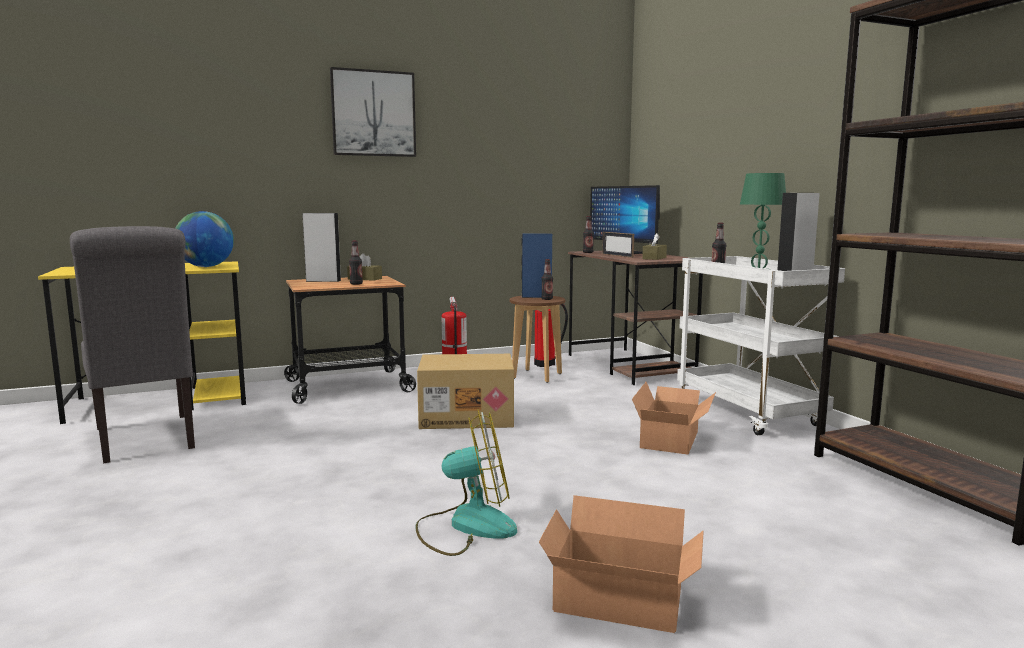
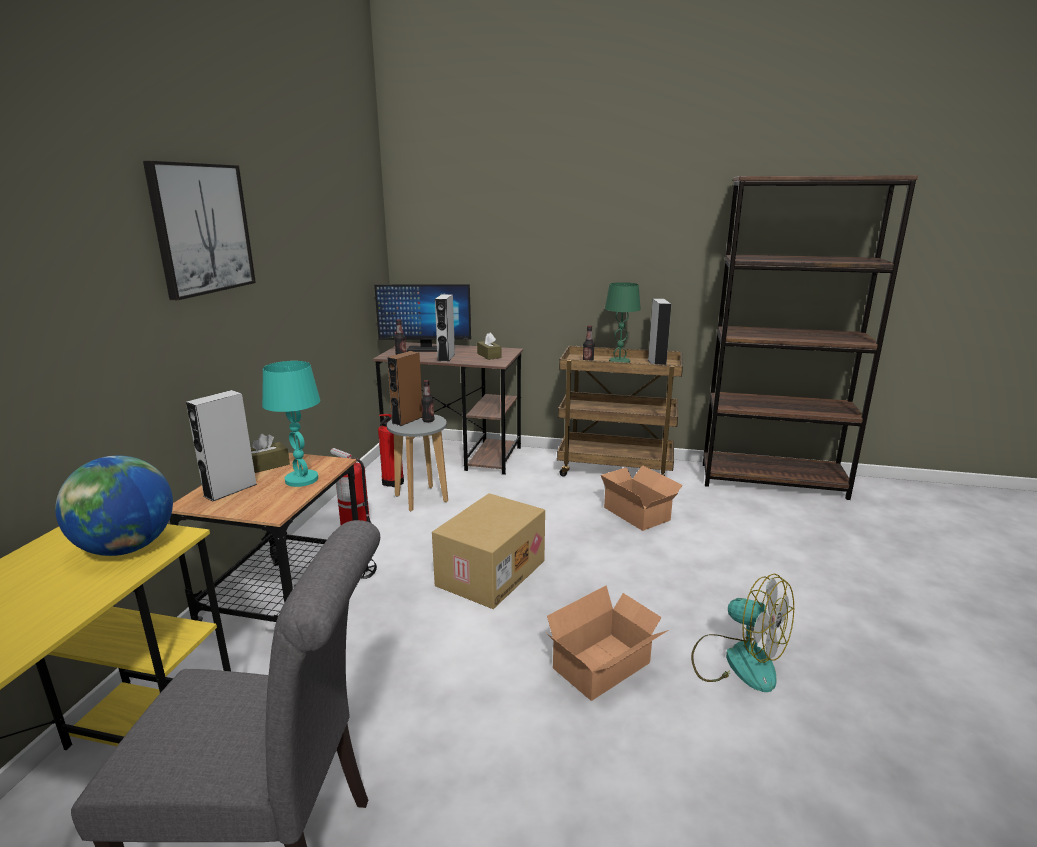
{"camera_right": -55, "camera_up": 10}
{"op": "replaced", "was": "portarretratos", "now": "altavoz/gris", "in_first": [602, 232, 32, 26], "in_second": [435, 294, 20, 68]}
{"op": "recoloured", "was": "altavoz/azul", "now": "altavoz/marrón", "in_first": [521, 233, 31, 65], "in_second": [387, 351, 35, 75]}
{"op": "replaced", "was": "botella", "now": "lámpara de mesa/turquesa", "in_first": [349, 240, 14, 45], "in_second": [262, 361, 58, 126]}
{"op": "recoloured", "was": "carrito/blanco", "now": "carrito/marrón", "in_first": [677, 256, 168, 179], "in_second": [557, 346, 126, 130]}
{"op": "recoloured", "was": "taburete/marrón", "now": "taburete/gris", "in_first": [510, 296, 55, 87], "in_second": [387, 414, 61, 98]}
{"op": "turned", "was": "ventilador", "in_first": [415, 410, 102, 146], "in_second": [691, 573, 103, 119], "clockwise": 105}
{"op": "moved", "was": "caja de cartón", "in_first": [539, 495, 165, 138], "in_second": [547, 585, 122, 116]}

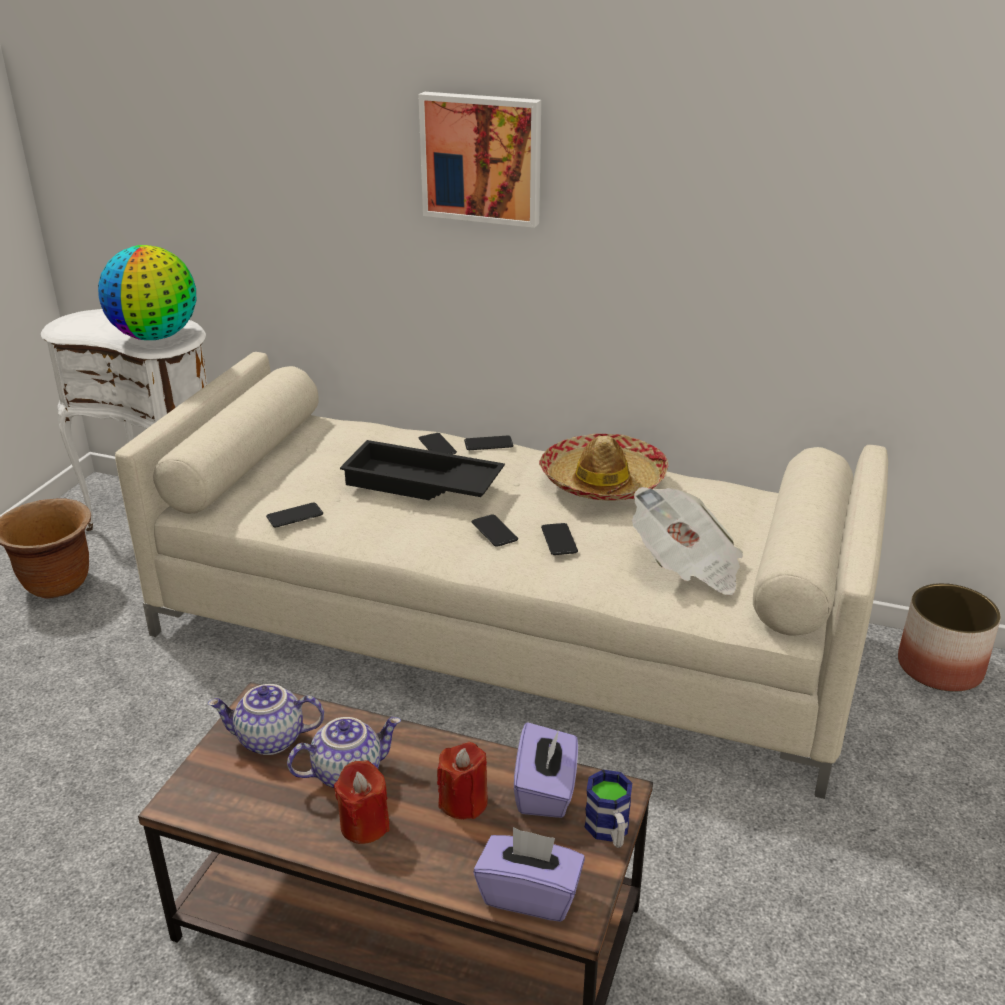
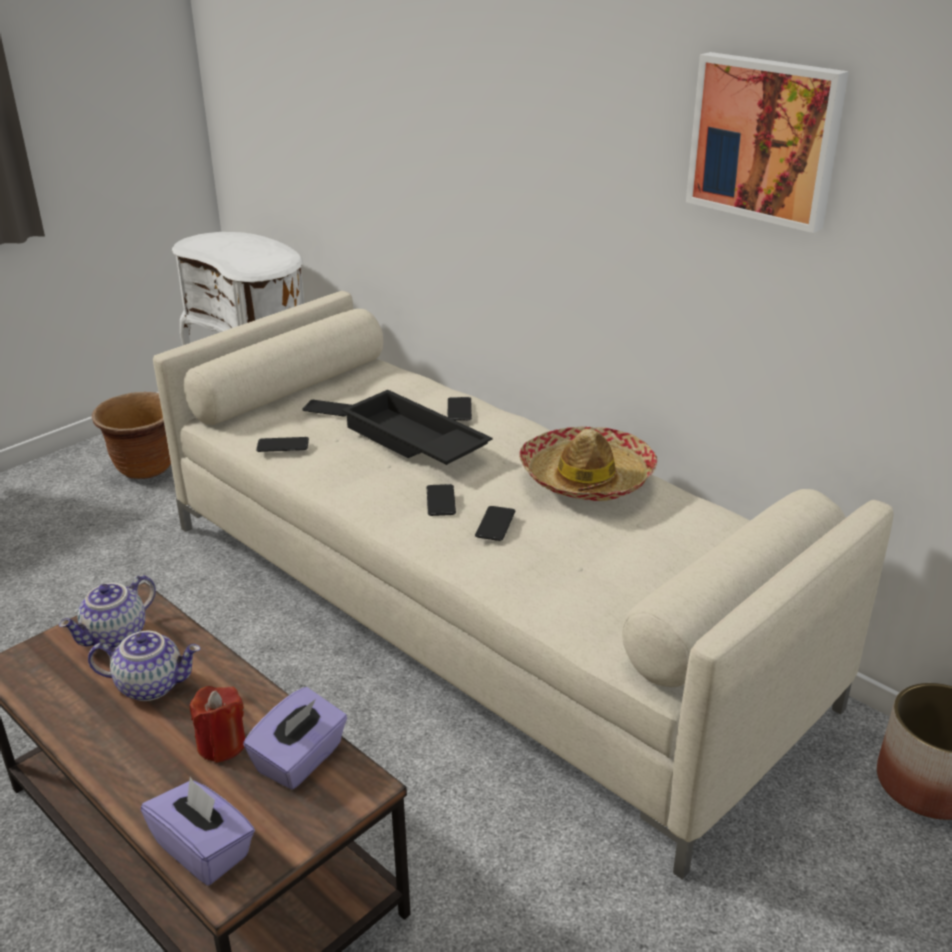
{"camera_right": 25, "camera_up": 0}
{"op": "moved", "was": "cuadro", "in_first": [418, 92, 123, 136], "in_second": [686, 52, 163, 181]}
{"op": "removed", "was": "globo terráqueo", "in_first": [98, 245, 98, 95]}
{"op": "moved", "was": "móvil", "in_first": [464, 435, 50, 15], "in_second": [302, 400, 49, 16]}
{"op": "removed", "was": "periódico", "in_first": [632, 487, 111, 108]}
{"op": "turned", "was": "tetera", "in_first": [208, 684, 116, 71], "in_second": [59, 575, 97, 73], "clockwise": -75}
{"op": "removed", "was": "vela/rojo", "in_first": [334, 760, 56, 84]}
{"op": "removed", "was": "taza grande", "in_first": [584, 770, 48, 78]}

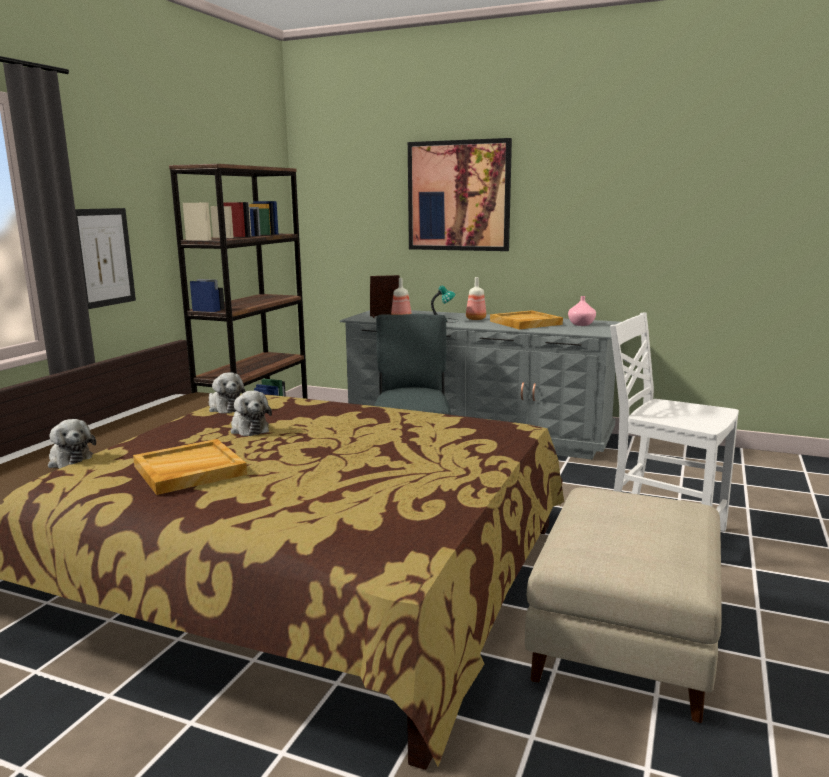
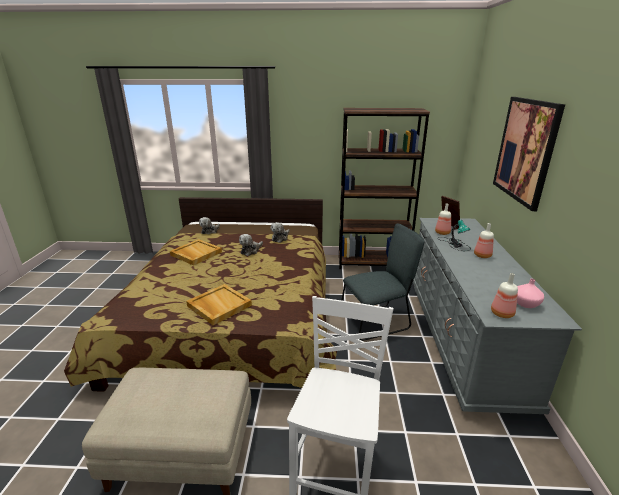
{"camera_right": 70, "camera_up": 10}
{"op": "removed", "was": "cuadro", "in_first": [75, 208, 61, 101]}
{"op": "moved", "was": "bandeja/beis", "in_first": [490, 310, 73, 19], "in_second": [186, 284, 66, 41]}
{"op": "added", "now": "botella", "in_second": [491, 273, 27, 45]}

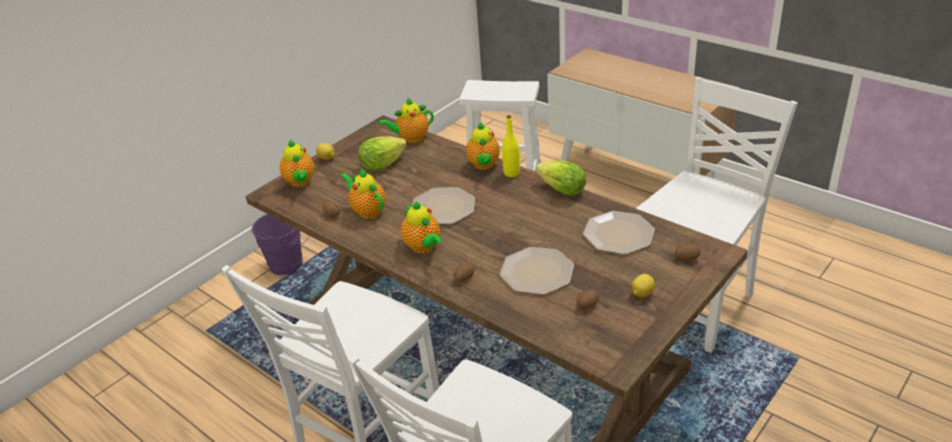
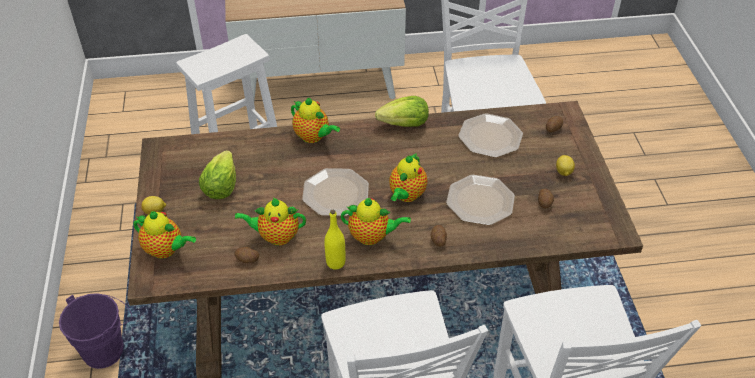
{"camera_right": -50, "camera_up": 10}
{"op": "moved", "was": "tetera", "in_first": [378, 97, 56, 46], "in_second": [389, 154, 38, 48]}
{"op": "moved", "was": "botella/amarillo", "in_first": [502, 115, 18, 62], "in_second": [324, 210, 22, 60]}

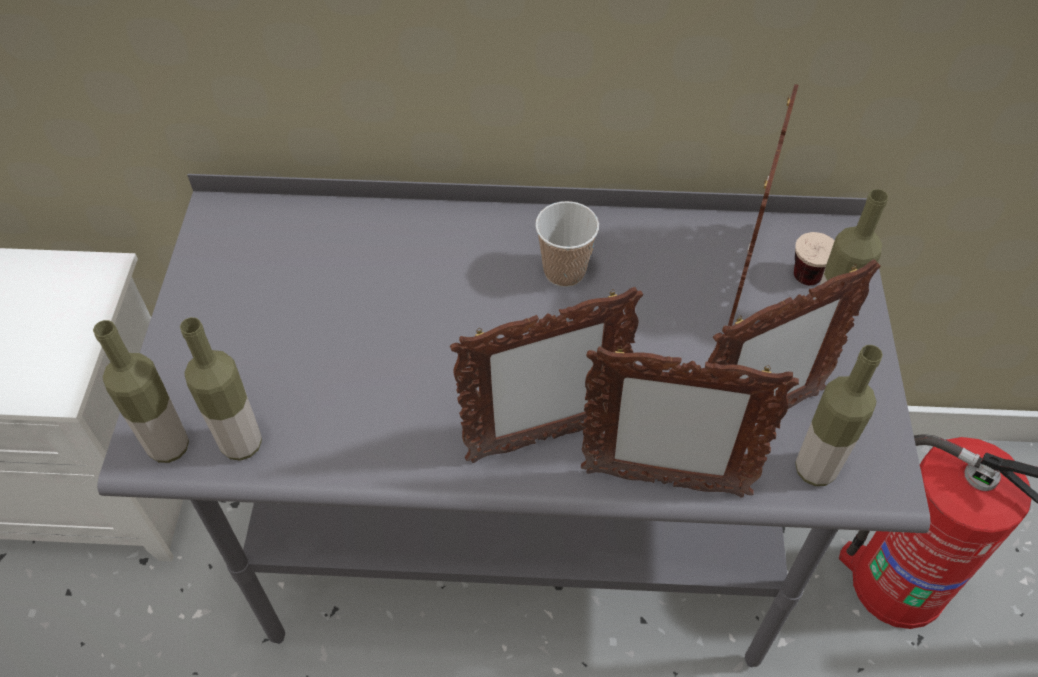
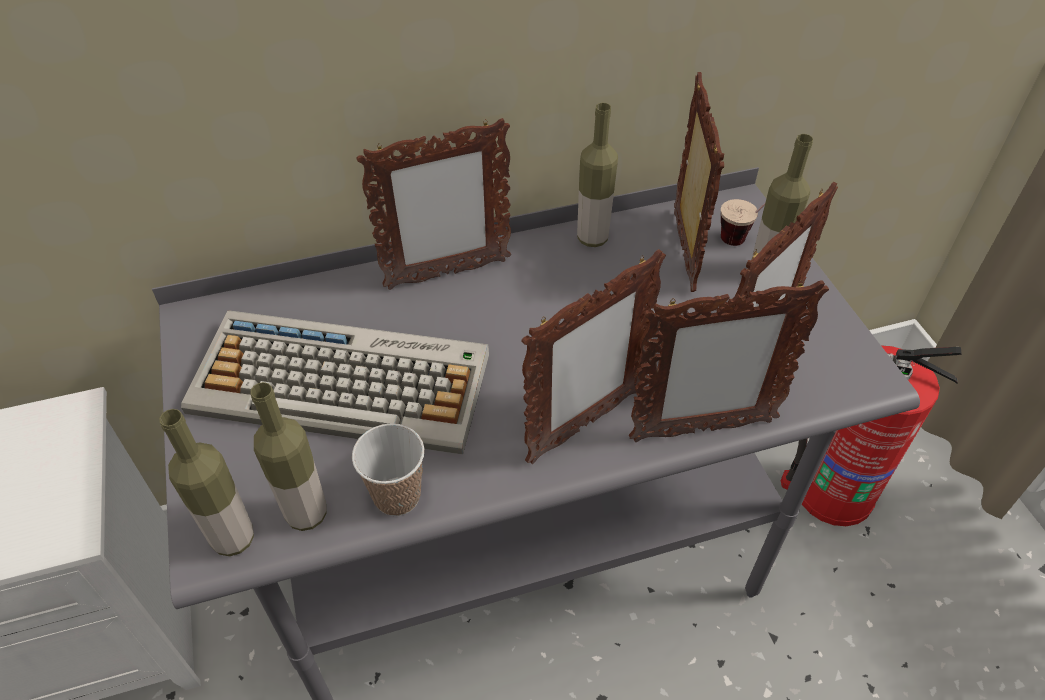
{"camera_right": -20, "camera_up": -5}
{"op": "moved", "was": "taza", "in_first": [535, 201, 64, 86], "in_second": [352, 423, 72, 93]}
{"op": "moved", "was": "botella", "in_first": [796, 345, 87, 141], "in_second": [577, 103, 41, 144]}
{"op": "added", "now": "portarretratos", "in_second": [356, 118, 155, 172]}
{"op": "added", "now": "teclado", "in_second": [181, 310, 308, 145]}

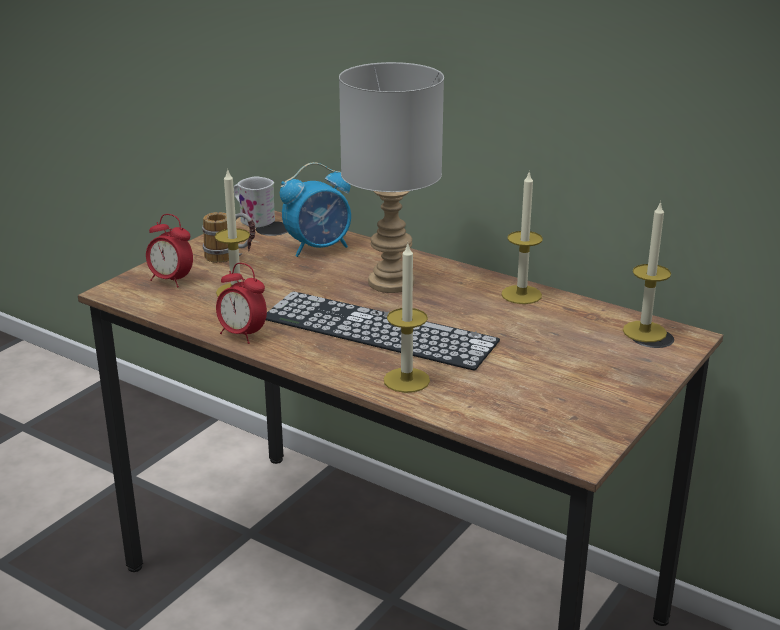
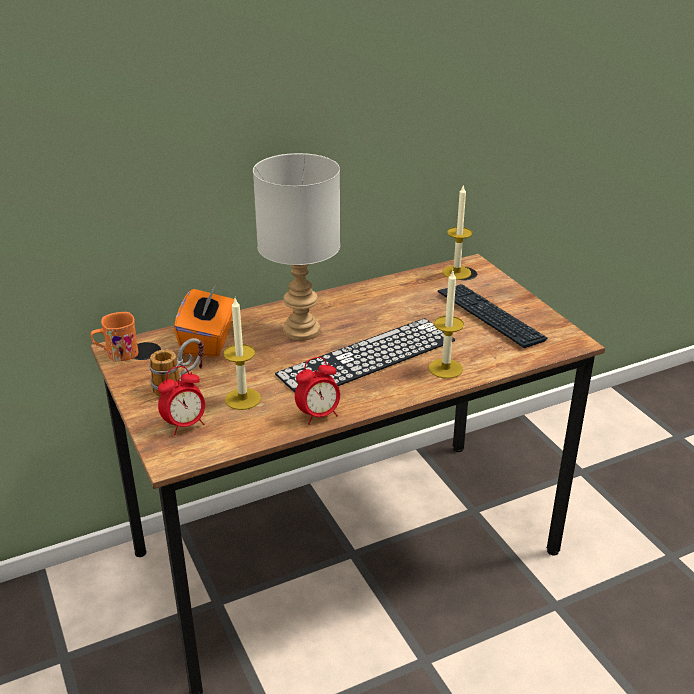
{"camera_right": -60, "camera_up": 5}
{"op": "replaced", "was": "despertador", "now": "caja de pañuelos/naranja", "in_first": [280, 162, 71, 95], "in_second": [174, 285, 60, 72]}
{"op": "removed", "was": "vela", "in_first": [501, 173, 42, 131]}
{"op": "recoloured", "was": "taza grande/blanco", "now": "taza grande/naranja", "in_first": [234, 176, 41, 52], "in_second": [91, 312, 47, 50]}
{"op": "added", "now": "teclado", "in_second": [438, 284, 109, 64]}

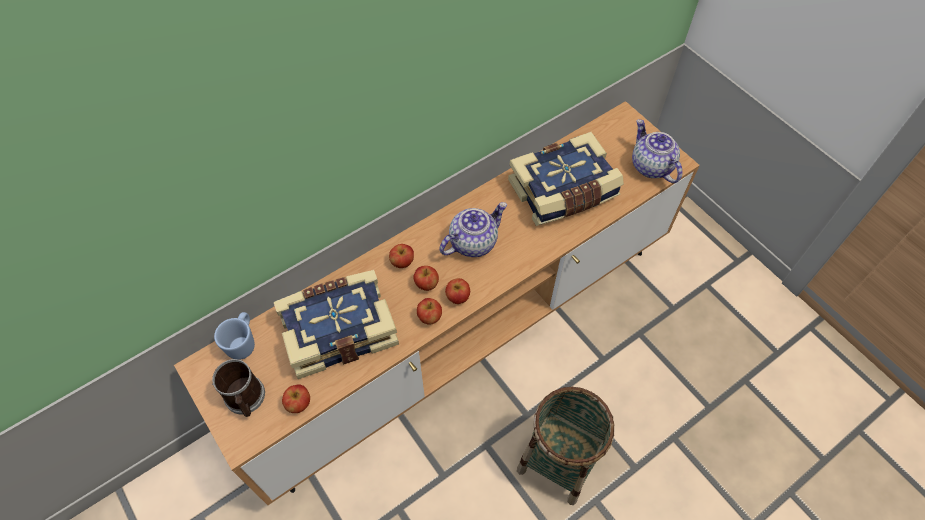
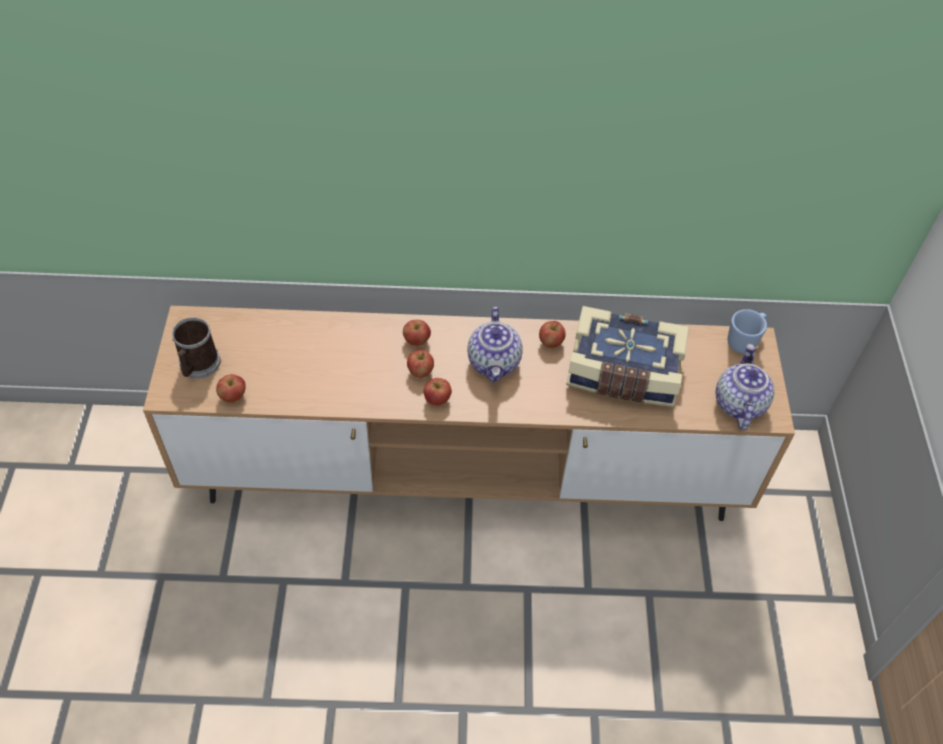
{"camera_right": 35, "camera_up": -5}
{"op": "turned", "was": "tetera", "in_first": [439, 202, 68, 55], "in_second": [467, 306, 56, 76], "clockwise": 90}
{"op": "removed", "was": "libro", "in_first": [274, 270, 125, 109]}
{"op": "moved", "was": "manzana", "in_first": [417, 298, 25, 27], "in_second": [539, 321, 27, 27]}
{"op": "moved", "was": "taza grande/azul", "in_first": [214, 312, 41, 48], "in_second": [728, 309, 39, 44]}
{"op": "removed", "was": "cesta", "in_first": [517, 387, 98, 118]}

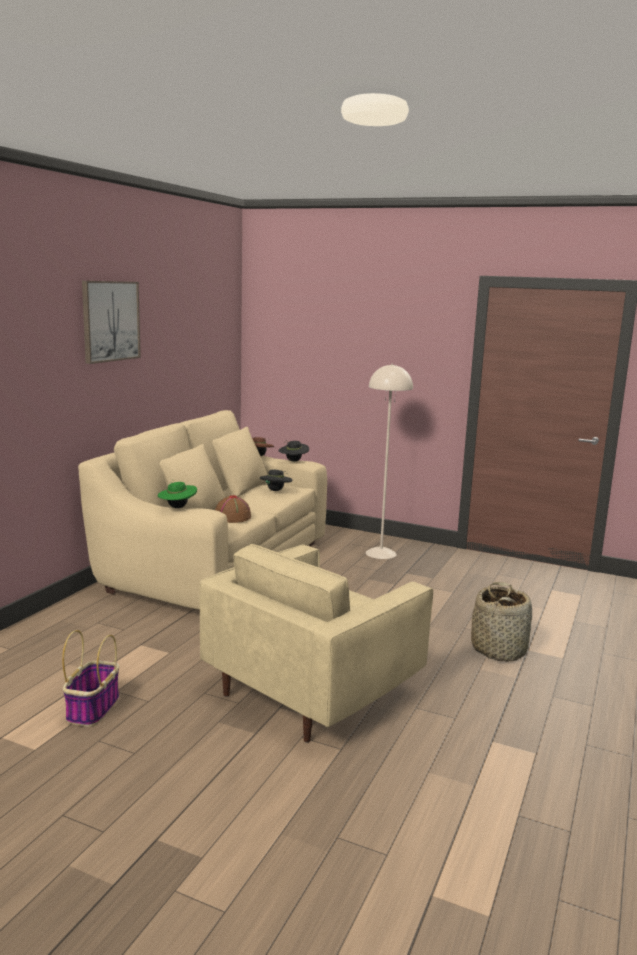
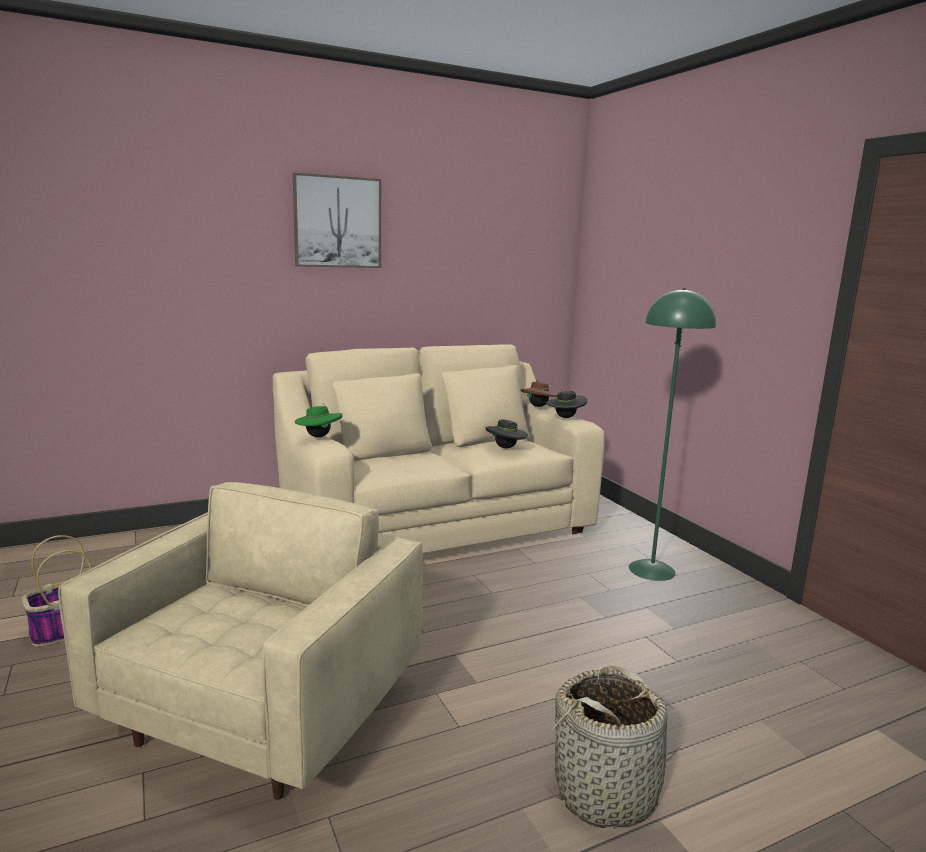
{"camera_right": 40, "camera_up": 0}
{"op": "recoloured", "was": "lámpara de pie/beis", "now": "lámpara de pie/verde", "in_first": [366, 364, 47, 195], "in_second": [629, 288, 87, 293]}
{"op": "removed", "was": "sombrero/marrón", "in_first": [215, 495, 36, 28]}
{"op": "turned", "was": "sillón/beis", "in_first": [199, 544, 234, 199], "in_second": [58, 482, 365, 318], "clockwise": 120}

